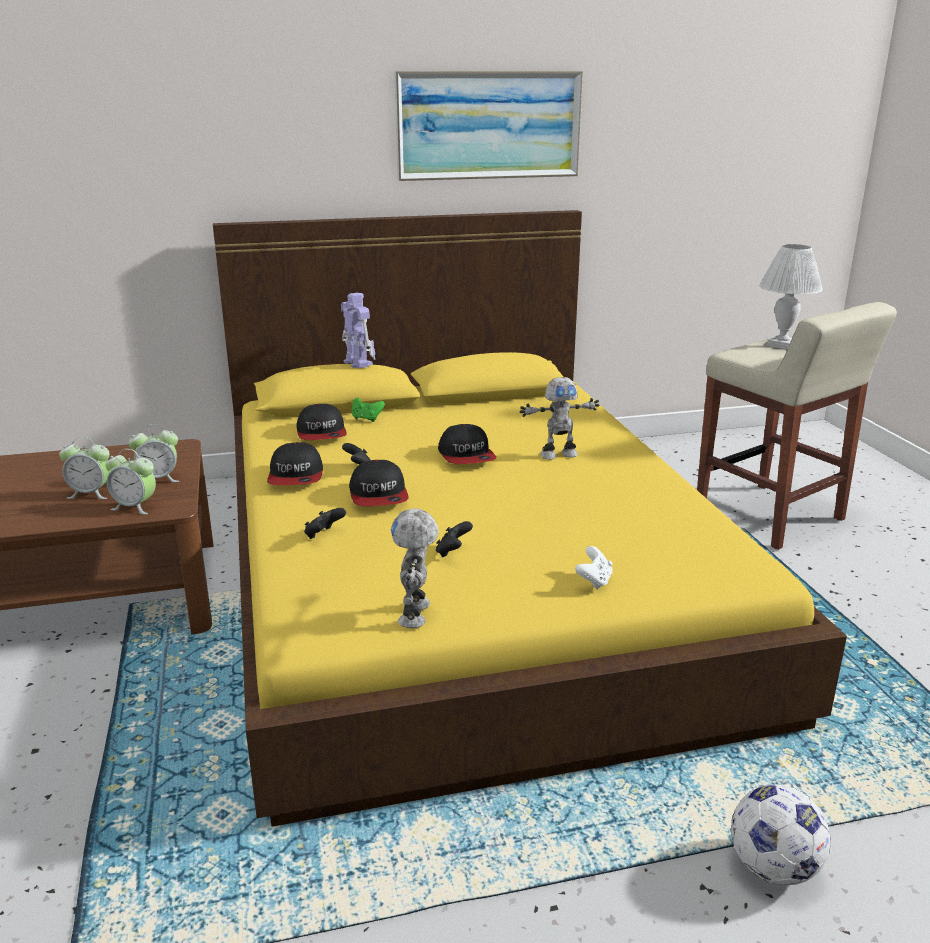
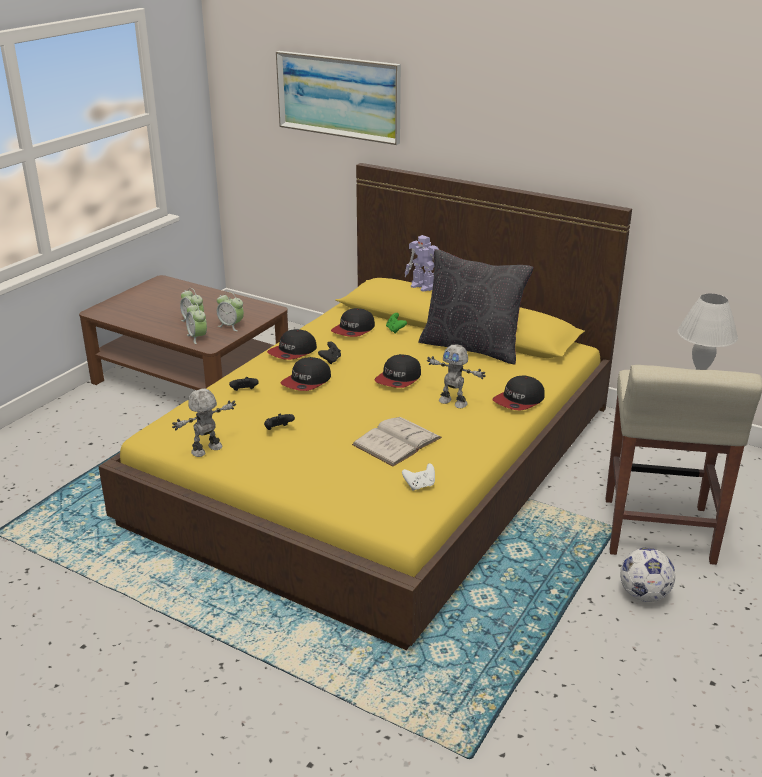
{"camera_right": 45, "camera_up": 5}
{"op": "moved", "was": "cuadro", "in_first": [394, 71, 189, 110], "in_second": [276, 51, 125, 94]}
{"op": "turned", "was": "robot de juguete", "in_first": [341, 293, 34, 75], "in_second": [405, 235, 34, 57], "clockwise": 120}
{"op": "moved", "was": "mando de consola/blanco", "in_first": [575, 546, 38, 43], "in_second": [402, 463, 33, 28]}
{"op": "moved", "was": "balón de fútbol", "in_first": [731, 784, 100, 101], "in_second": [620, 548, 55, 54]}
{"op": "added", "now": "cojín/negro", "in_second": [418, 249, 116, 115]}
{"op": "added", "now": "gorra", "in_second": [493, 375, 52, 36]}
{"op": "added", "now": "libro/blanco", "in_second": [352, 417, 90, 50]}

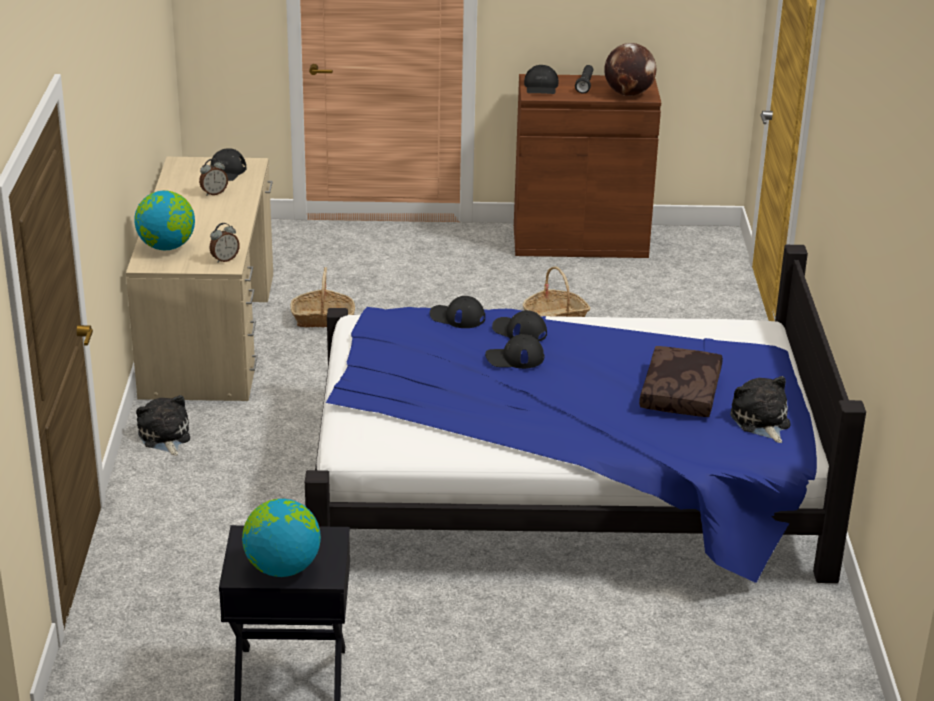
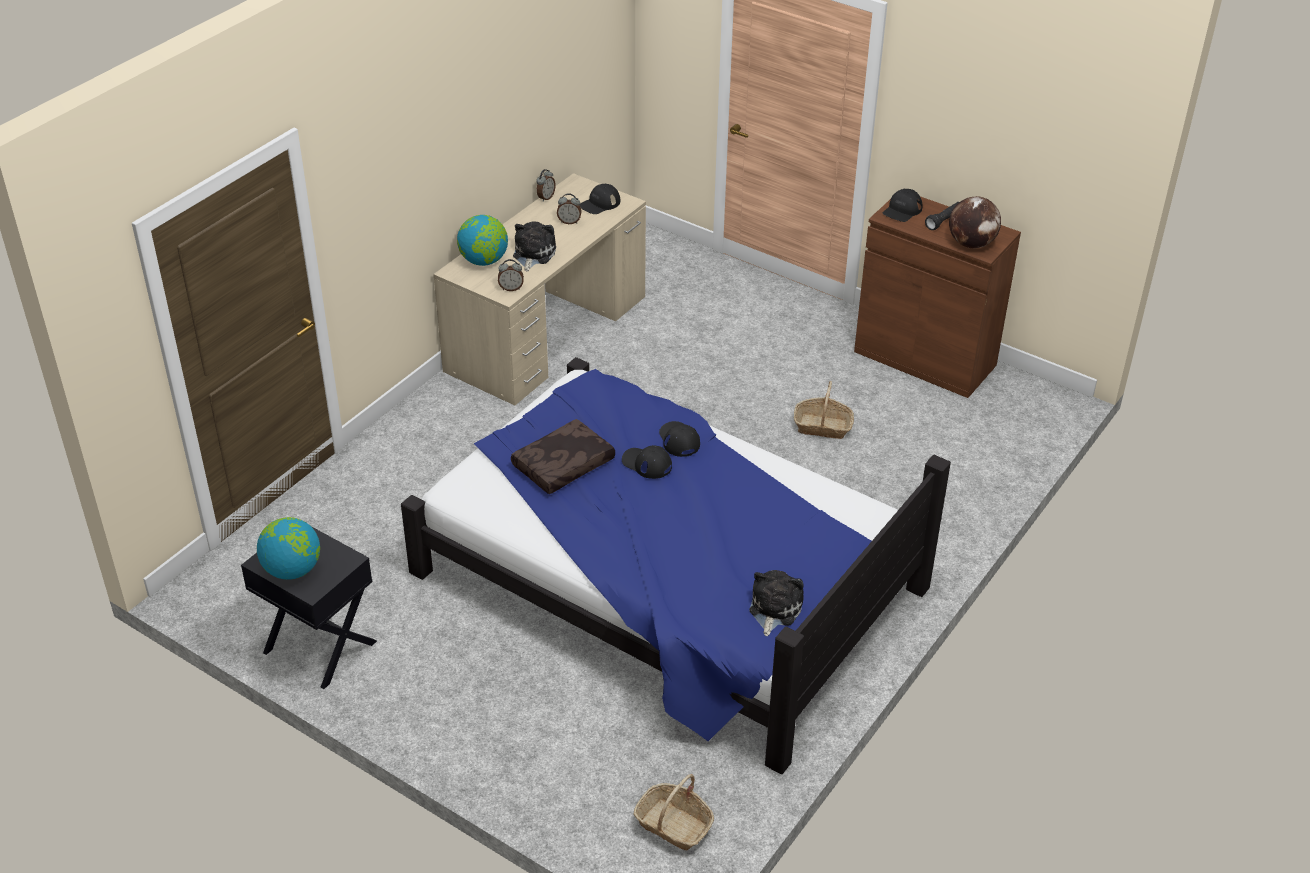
{"camera_right": 35, "camera_up": 10}
{"op": "moved", "was": "cesta", "in_first": [291, 267, 64, 61], "in_second": [633, 774, 81, 77]}
{"op": "removed", "was": "gorra/negro", "in_first": [430, 296, 55, 32]}
{"op": "moved", "was": "cojín/marrón", "in_first": [639, 346, 84, 71], "in_second": [511, 419, 104, 75]}
{"op": "moved", "was": "peluche", "in_first": [136, 395, 54, 61], "in_second": [513, 222, 43, 50]}
{"op": "added", "now": "despertador", "in_second": [536, 169, 20, 33]}

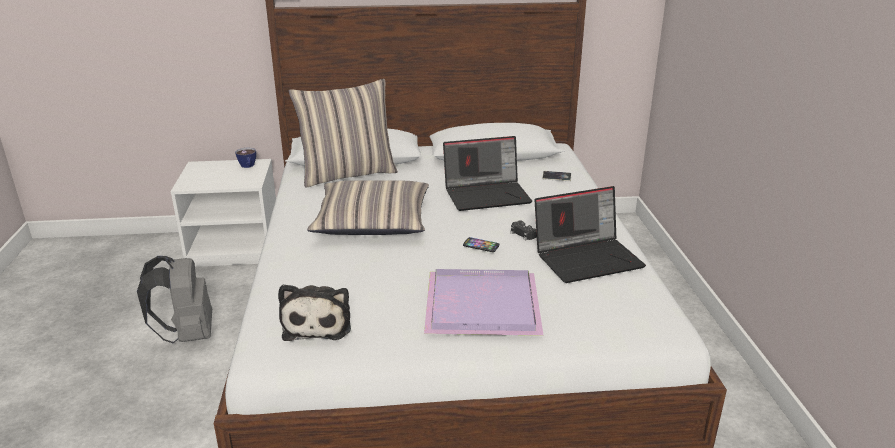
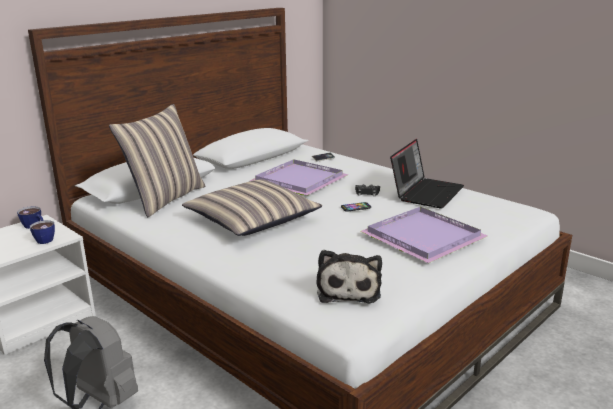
{"camera_right": -40, "camera_up": -5}
{"op": "replaced", "was": "portátil", "now": "bandeja/morado", "in_first": [443, 136, 89, 75], "in_second": [249, 159, 100, 36]}
{"op": "turned", "was": "peluche", "in_first": [278, 284, 73, 57], "in_second": [316, 250, 66, 53], "clockwise": 45}
{"op": "added", "now": "taza", "in_second": [30, 220, 25, 24]}

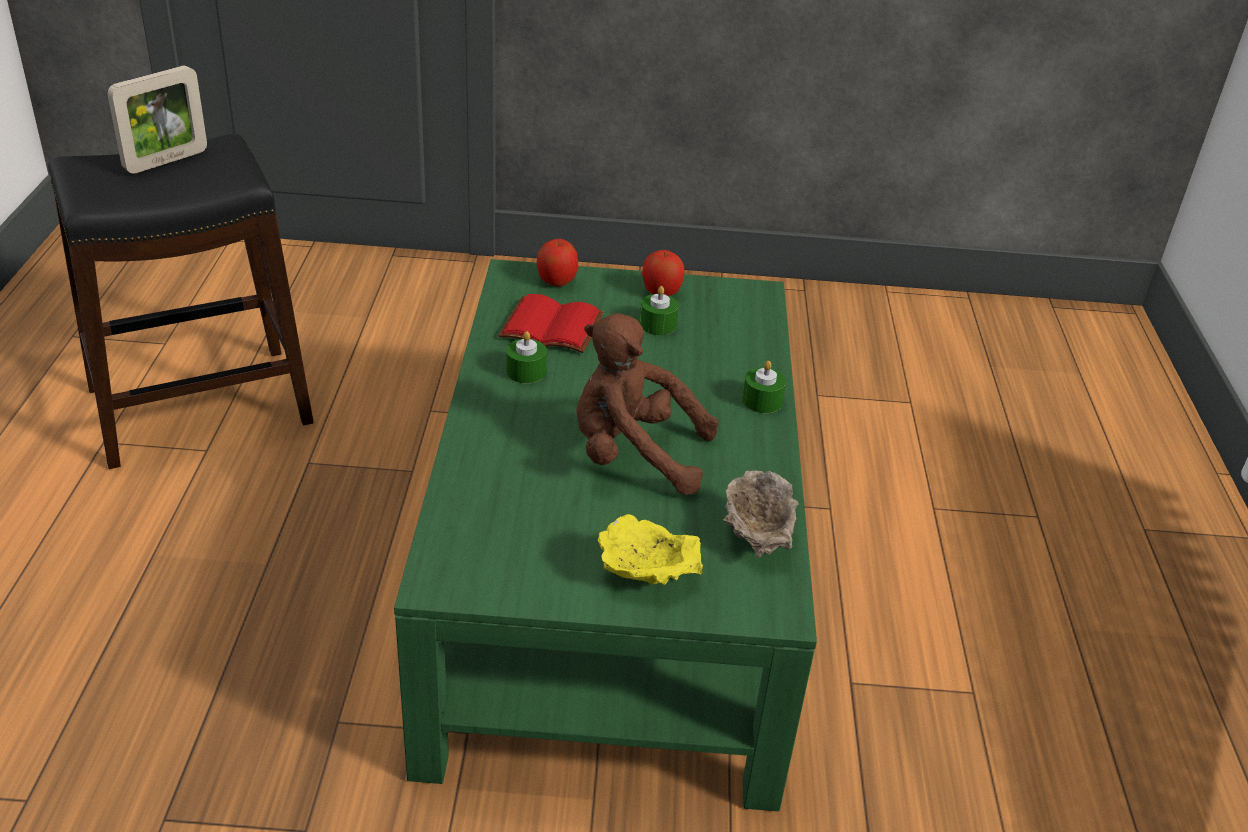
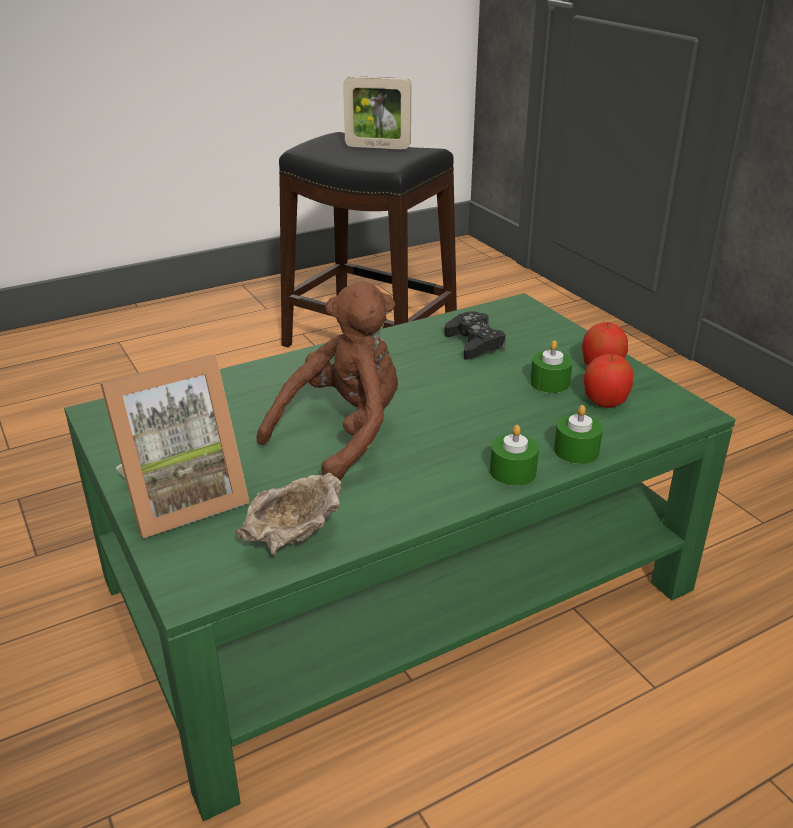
{"camera_right": 60, "camera_up": -5}
{"op": "moved", "was": "manzana", "in_first": [537, 239, 42, 48], "in_second": [584, 354, 49, 54]}
{"op": "replaced", "was": "libro/rojo", "now": "mando de consola/negro", "in_first": [498, 294, 106, 59], "in_second": [444, 311, 62, 49]}
{"op": "turned", "was": "peluche/marrón", "in_first": [576, 313, 142, 182], "in_second": [256, 281, 142, 199], "clockwise": 60}
{"op": "moved", "was": "vela/verde", "in_first": [506, 331, 41, 52], "in_second": [554, 405, 49, 59]}
{"op": "replaced", "was": "cuenco/amarillo", "now": "portarretratos", "in_first": [598, 514, 105, 71], "in_second": [100, 354, 150, 184]}

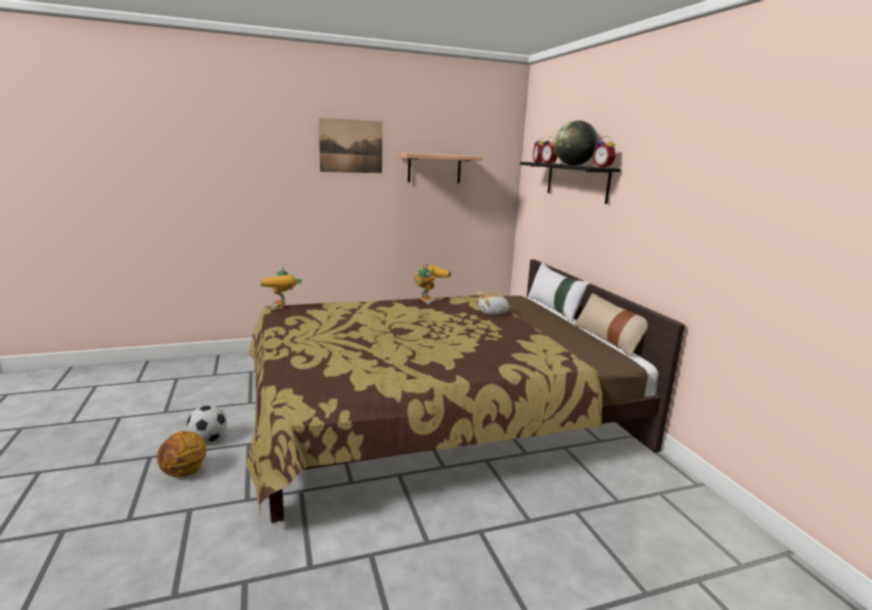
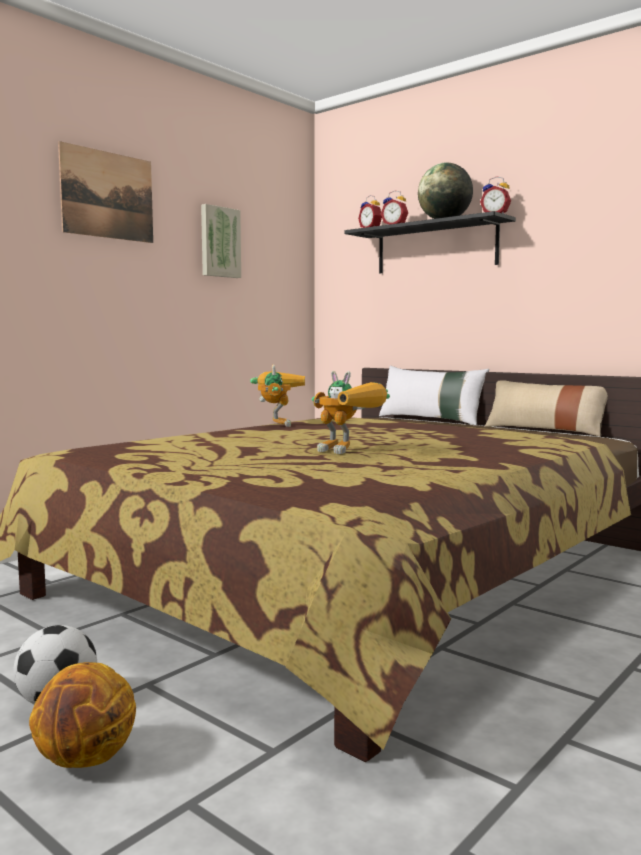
{"camera_right": -30, "camera_up": -10}
{"op": "replaced", "was": "estante", "now": "cuadro", "in_first": [398, 153, 85, 30], "in_second": [201, 204, 40, 74]}
{"op": "moved", "was": "robot de juguete", "in_first": [261, 265, 41, 44], "in_second": [312, 371, 78, 83]}
{"op": "removed", "was": "peluche", "in_first": [477, 292, 34, 23]}

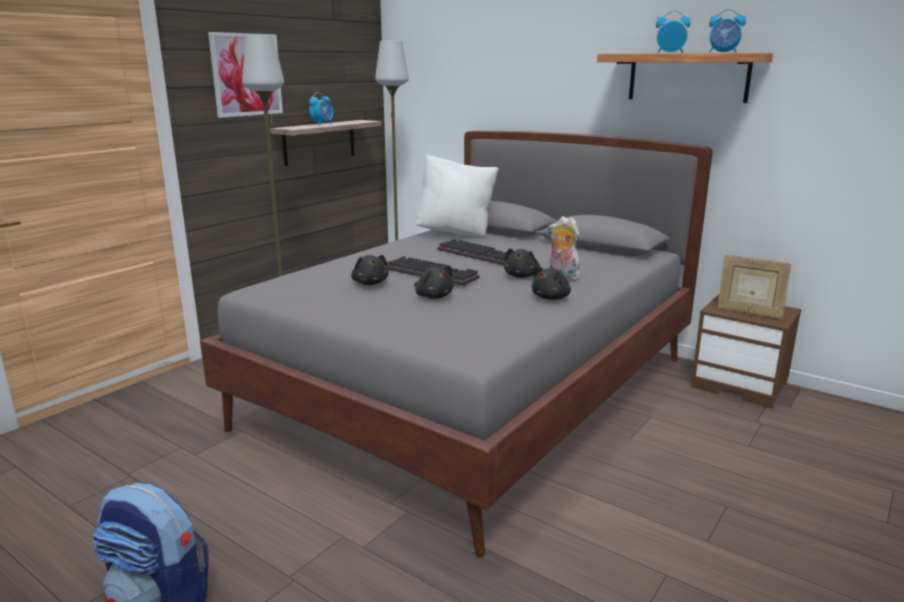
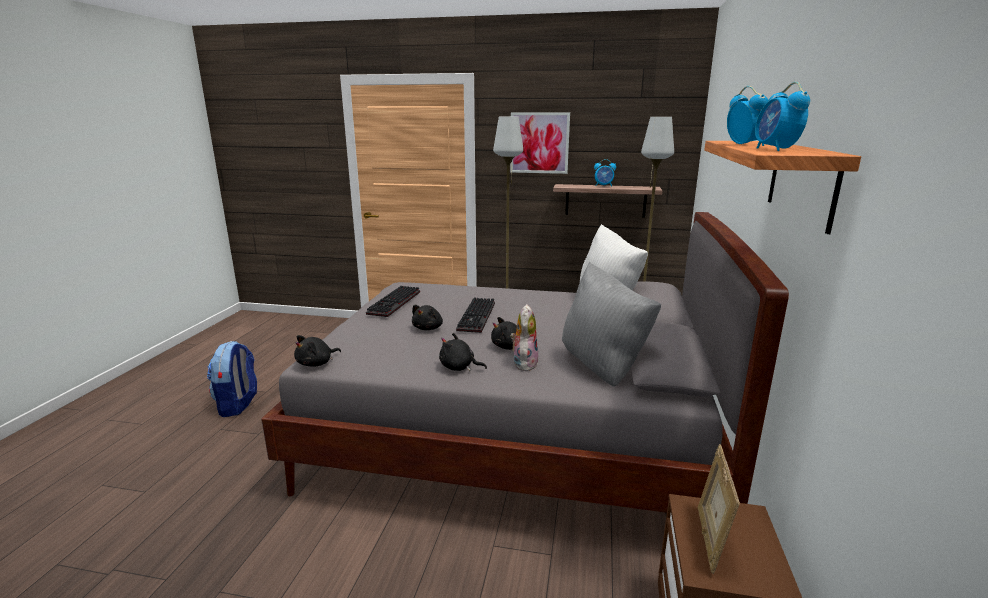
{"camera_right": 65, "camera_up": 0}
{"op": "moved", "was": "teclado", "in_first": [437, 239, 70, 26], "in_second": [366, 286, 54, 31]}
{"op": "moved", "was": "peluche/negro", "in_first": [351, 255, 38, 30], "in_second": [294, 335, 47, 32]}
{"op": "added", "now": "cojín/gris", "in_second": [562, 262, 99, 125]}

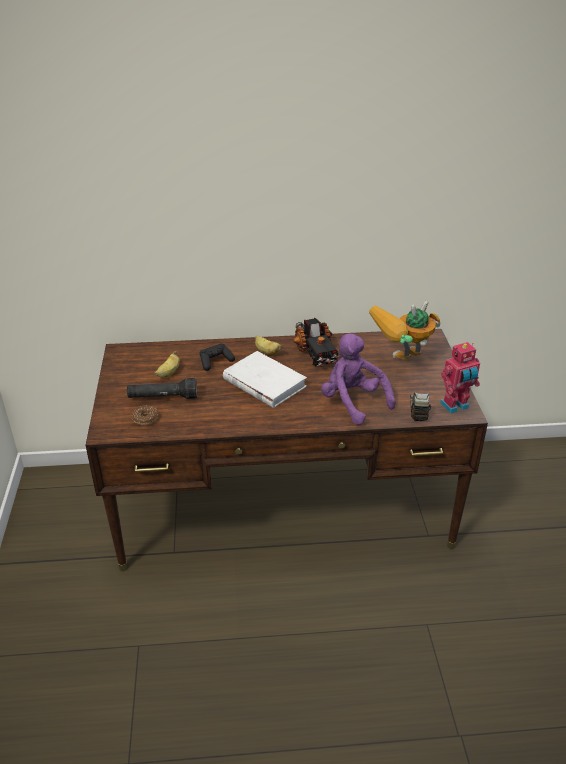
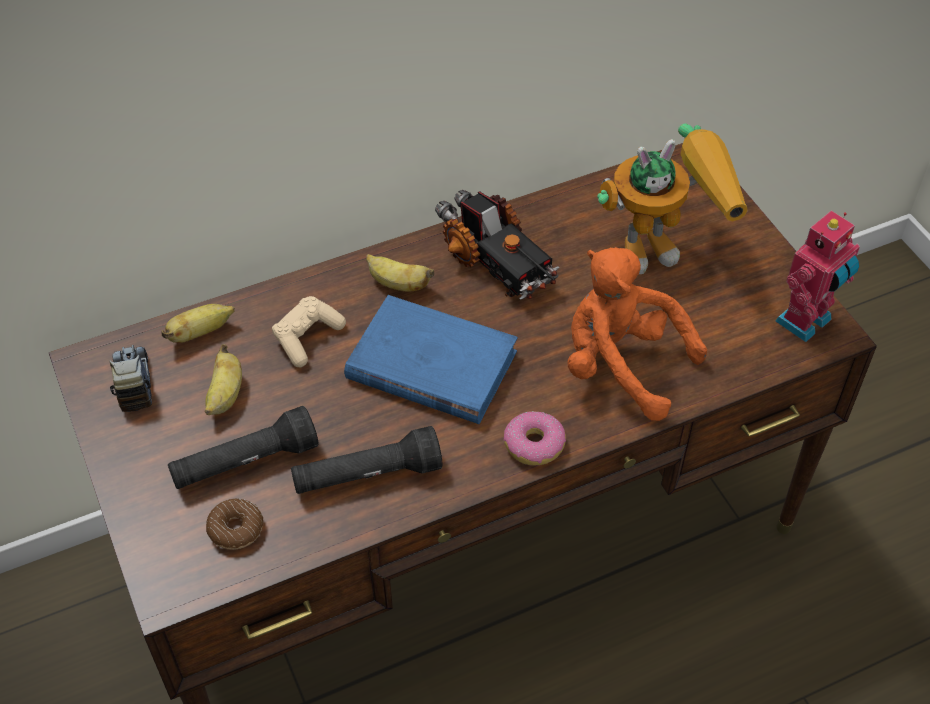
{"camera_right": -20, "camera_up": 15}
{"op": "turned", "was": "robot de juguete", "in_first": [369, 301, 71, 58], "in_second": [597, 123, 151, 151], "clockwise": -150}
{"op": "recoloured", "was": "peluche/morado", "now": "peluche/naranja", "in_first": [321, 333, 75, 92], "in_second": [567, 247, 140, 174]}
{"op": "recoloured", "was": "mando de consola/negro", "now": "mando de consola/beis", "in_first": [200, 343, 35, 28], "in_second": [272, 296, 74, 71]}
{"op": "recoloured", "was": "libro/blanco", "now": "libro/azul", "in_first": [223, 351, 84, 57], "in_second": [344, 295, 174, 129]}
{"op": "moved", "was": "camión de juguete", "in_first": [410, 392, 21, 29], "in_second": [109, 345, 43, 67]}
{"op": "added", "now": "plátano", "in_second": [161, 304, 74, 39]}
{"op": "added", "now": "rosquilla", "in_second": [503, 411, 63, 55]}
{"op": "added", "now": "linterna/negro", "in_second": [291, 426, 151, 68]}

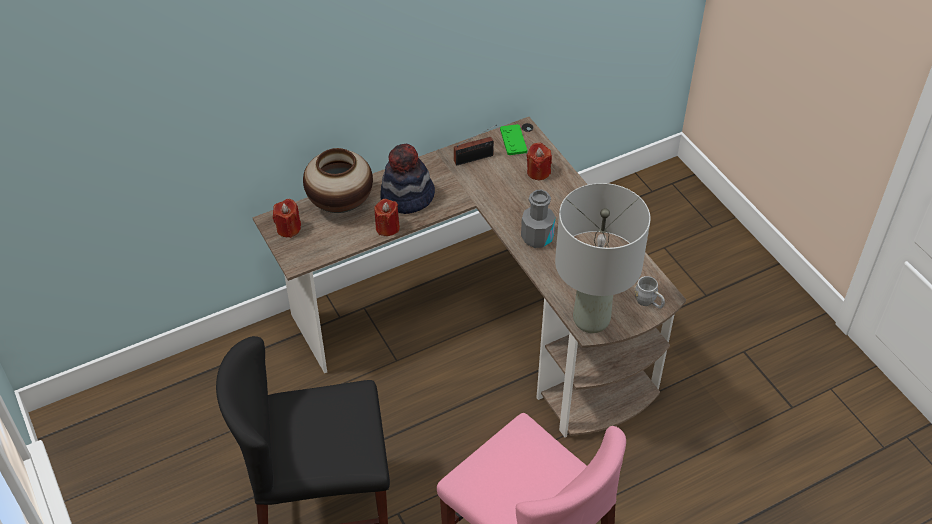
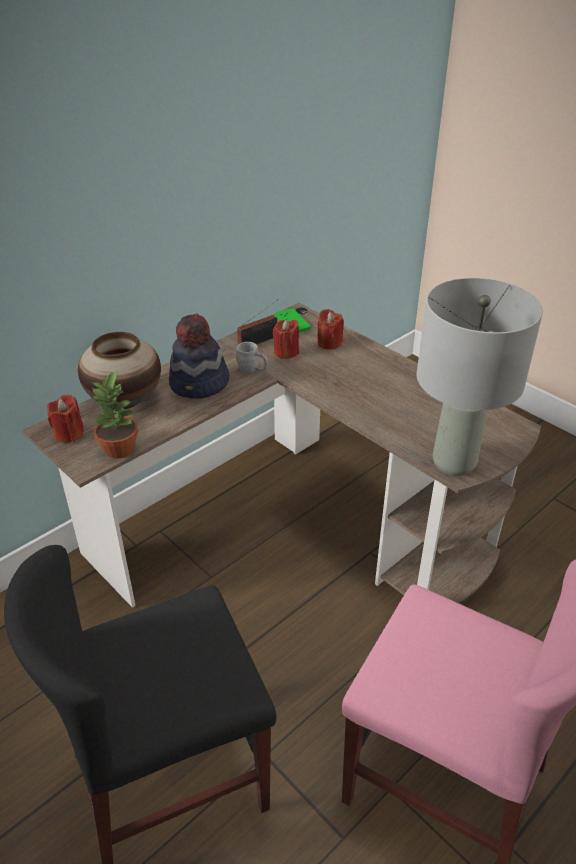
{"camera_right": -15, "camera_up": -10}
{"op": "removed", "was": "botella/gris", "in_first": [521, 190, 34, 58]}
{"op": "moved", "was": "vela/rojo", "in_first": [374, 199, 26, 37], "in_second": [273, 319, 26, 40]}
{"op": "moved", "was": "taza grande/gris", "in_first": [635, 276, 30, 32], "in_second": [236, 342, 32, 31]}
{"op": "added", "now": "planta en maceta", "in_second": [91, 369, 47, 89]}

